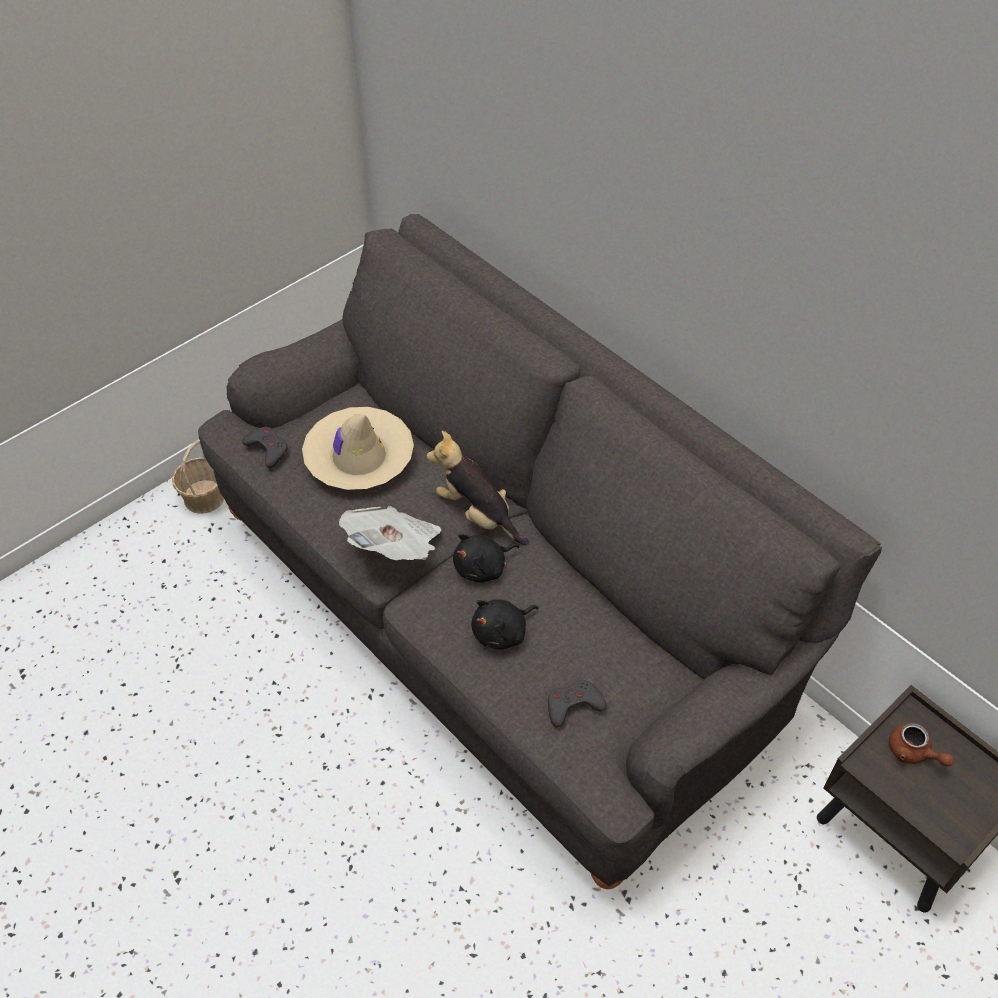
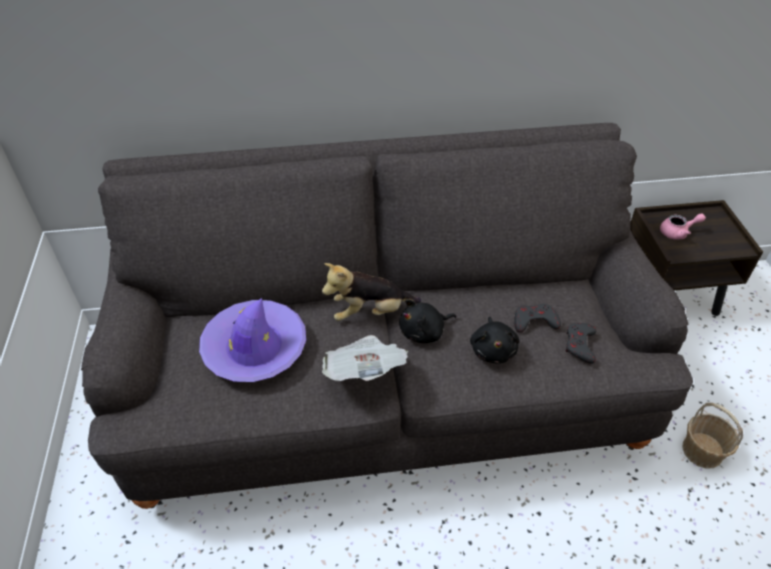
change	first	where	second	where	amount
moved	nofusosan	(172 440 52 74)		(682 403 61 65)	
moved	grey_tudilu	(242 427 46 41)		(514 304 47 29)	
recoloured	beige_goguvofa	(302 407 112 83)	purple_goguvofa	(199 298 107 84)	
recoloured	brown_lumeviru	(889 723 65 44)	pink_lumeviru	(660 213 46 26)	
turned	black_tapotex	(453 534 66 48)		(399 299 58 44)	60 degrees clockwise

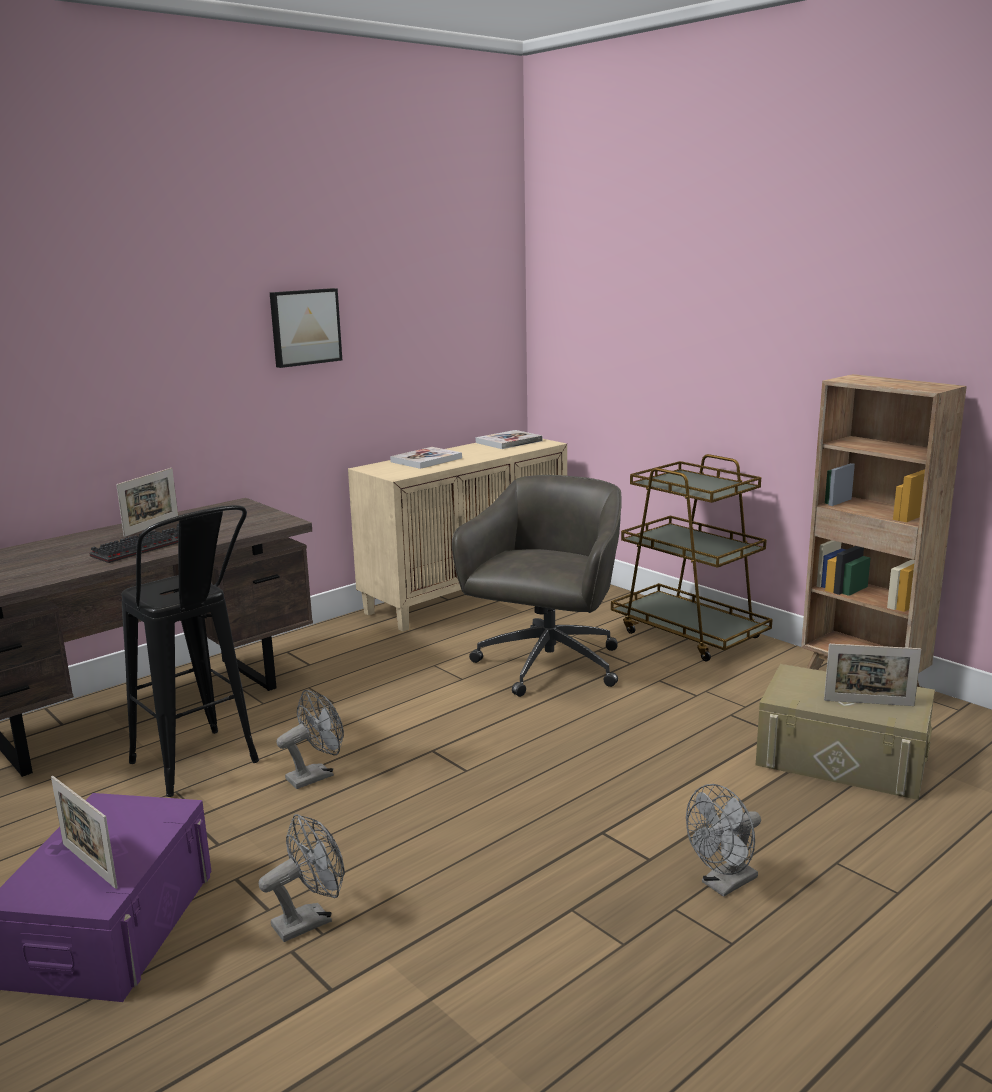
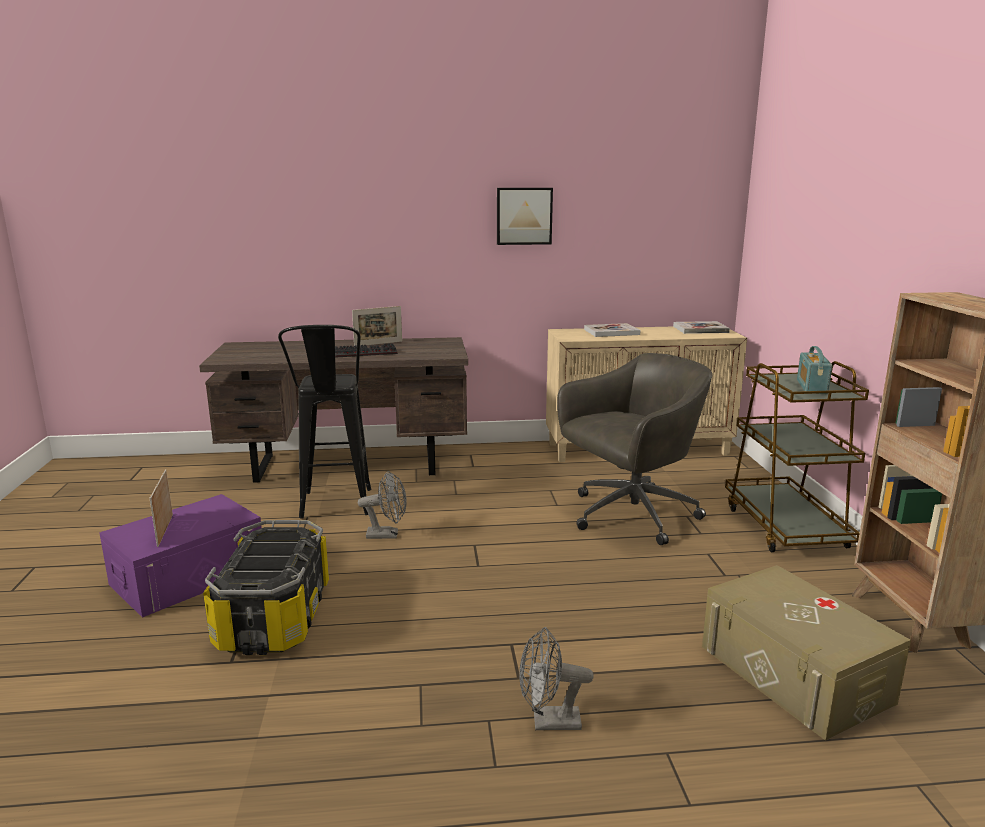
change	first	where	second	where	amount
removed	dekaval	(824 644 97 62)			
added			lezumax	(797 346 35 48)	
replaced	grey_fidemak	(259 814 86 128)	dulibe	(203 520 126 135)	

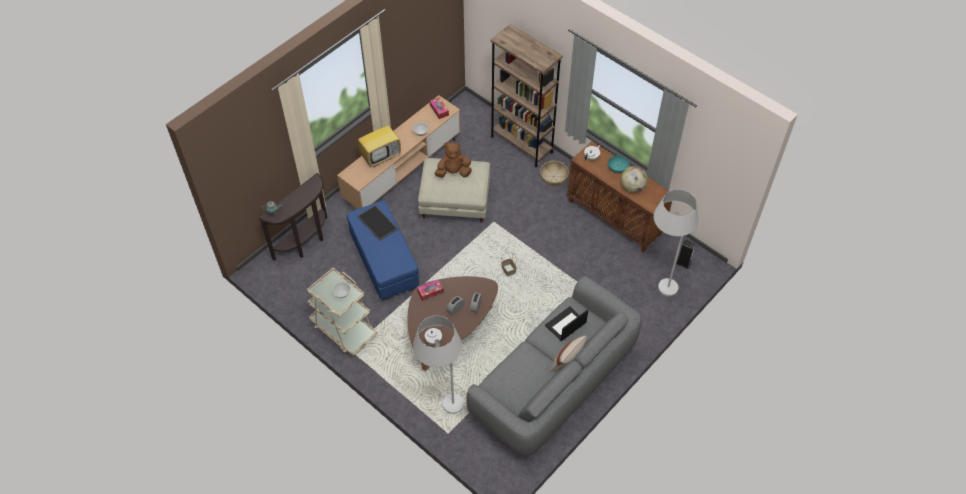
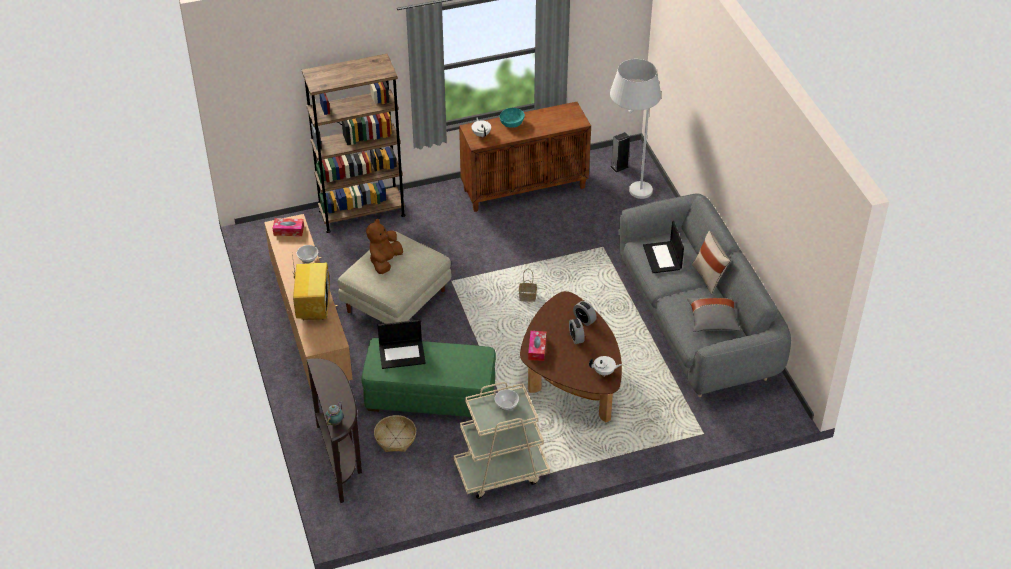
change	first	where	second	where	amount
removed	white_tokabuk	(413 316 51 98)			
removed	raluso	(621 166 27 26)			
added			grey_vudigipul	(687 297 53 35)	
moved	nofusosan	(540 161 29 24)		(374 415 42 37)	
replaced	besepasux	(357 205 41 36)	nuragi	(378 320 48 49)	
recoloured	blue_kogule	(347 201 72 100)	green_kogule	(362 338 134 79)	

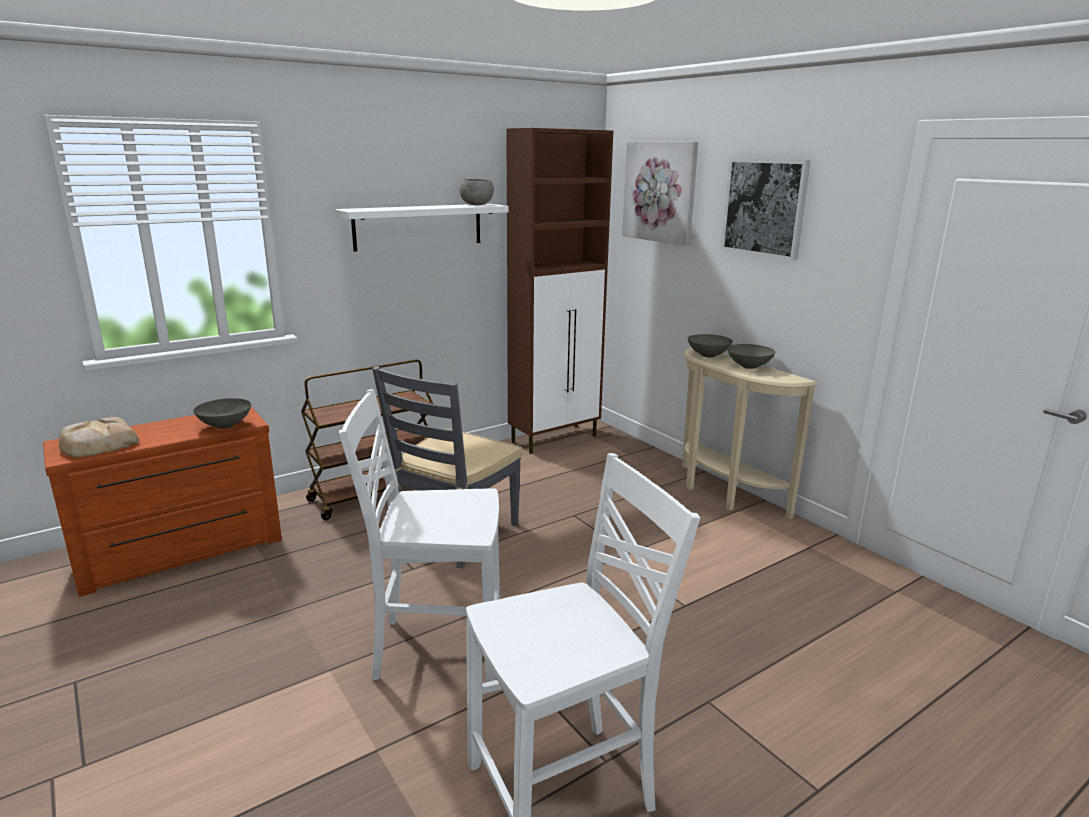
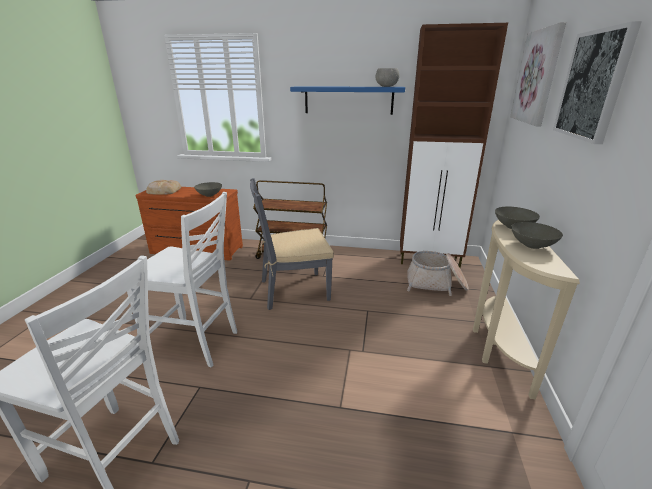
change	first	where	second	where	amount
added			nofusosan	(407 251 62 45)	
recoloured	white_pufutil	(335 204 174 48)	blue_pufutil	(290 86 115 29)	
turned	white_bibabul	(339 389 161 293)		(127 192 110 175)	150 degrees clockwise

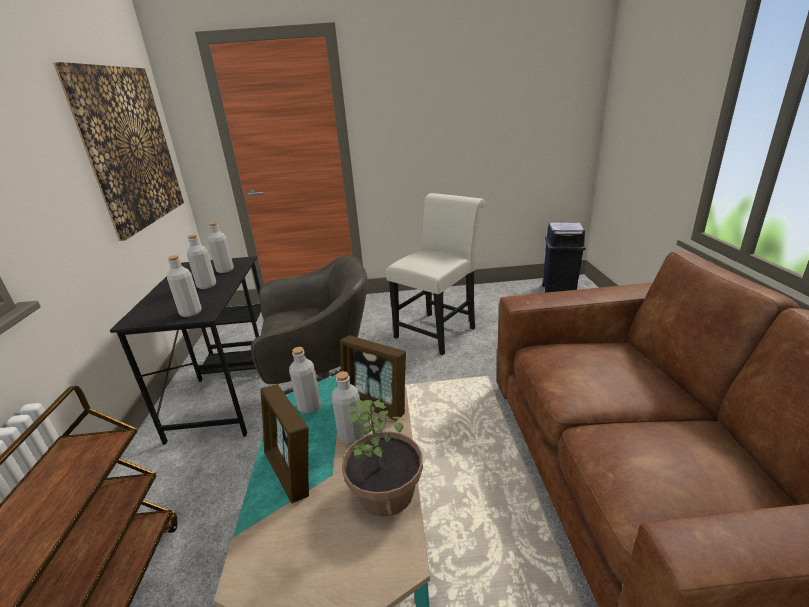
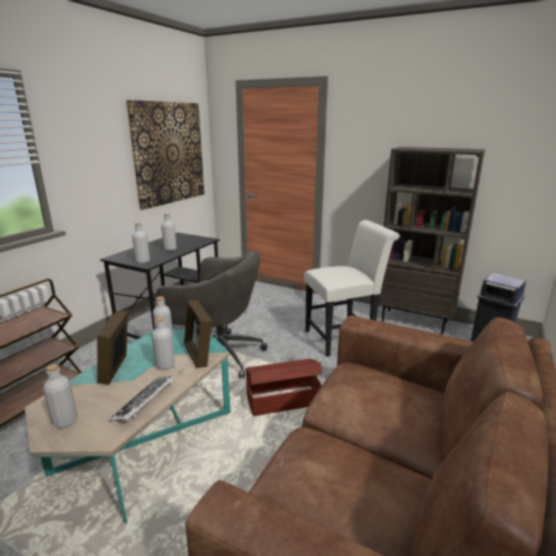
change	first	where	second	where	amount
added			brown_dulibe	(245 359 77 57)	
added			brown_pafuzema	(378 147 107 187)	
moved	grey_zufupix	(208 222 26 51)		(43 364 34 65)	
replaced	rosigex	(342 399 81 118)	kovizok	(109 376 66 46)	

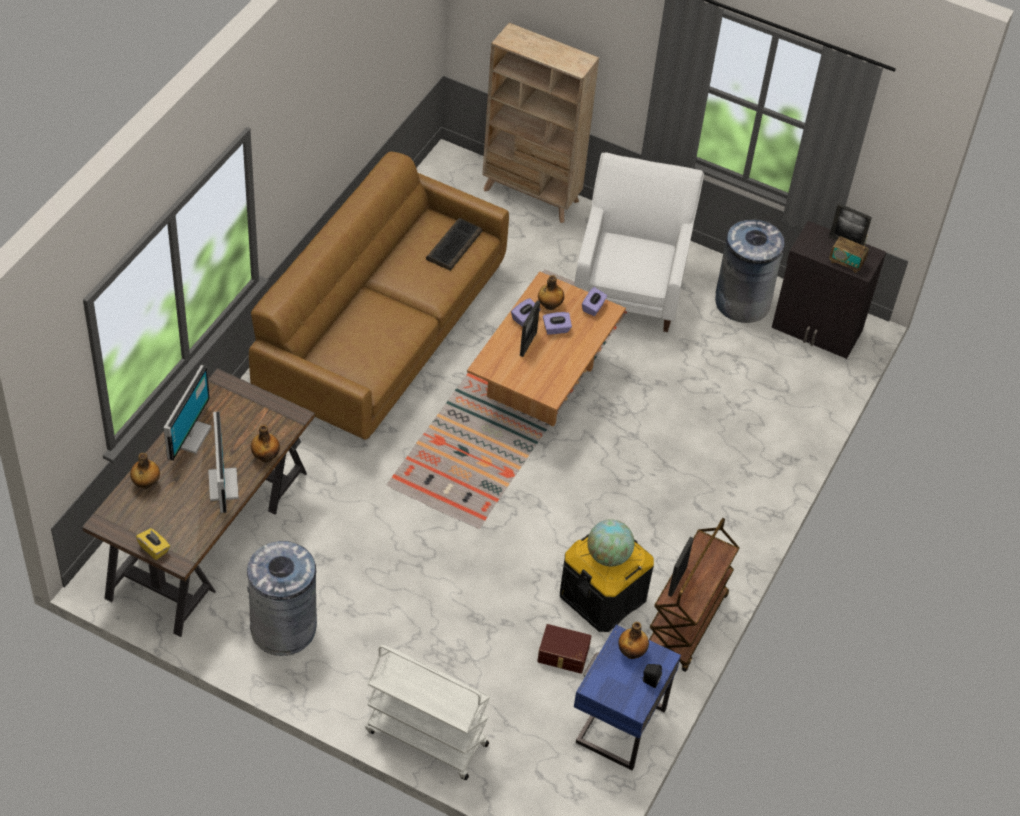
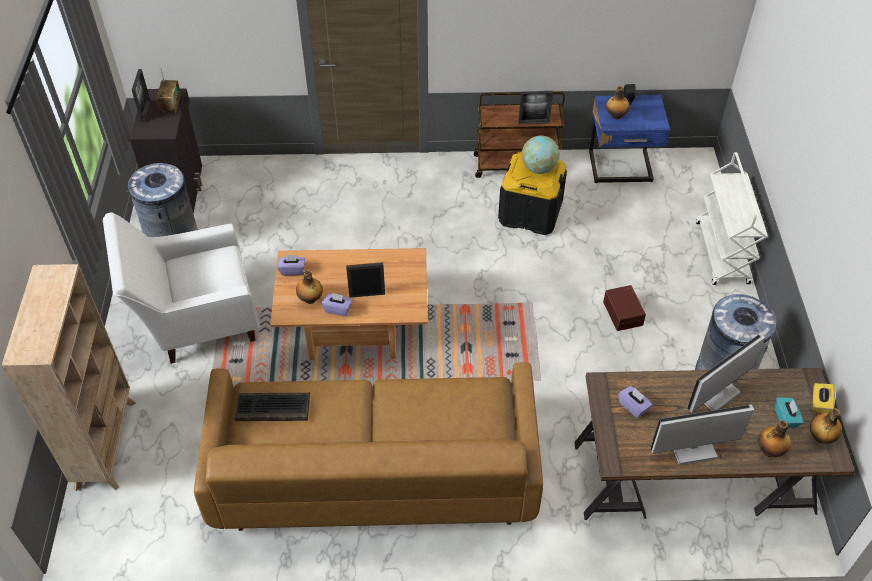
change	first	where	second	where	amount
added			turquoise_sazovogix	(775 397 28 31)	
moved	zufupix	(251 425 29 37)		(810 408 32 35)	
moved	brown_dulibe	(537 624 54 50)		(603 285 43 46)	
moved	purple_sazovogix	(543 312 29 23)		(618 386 34 32)	

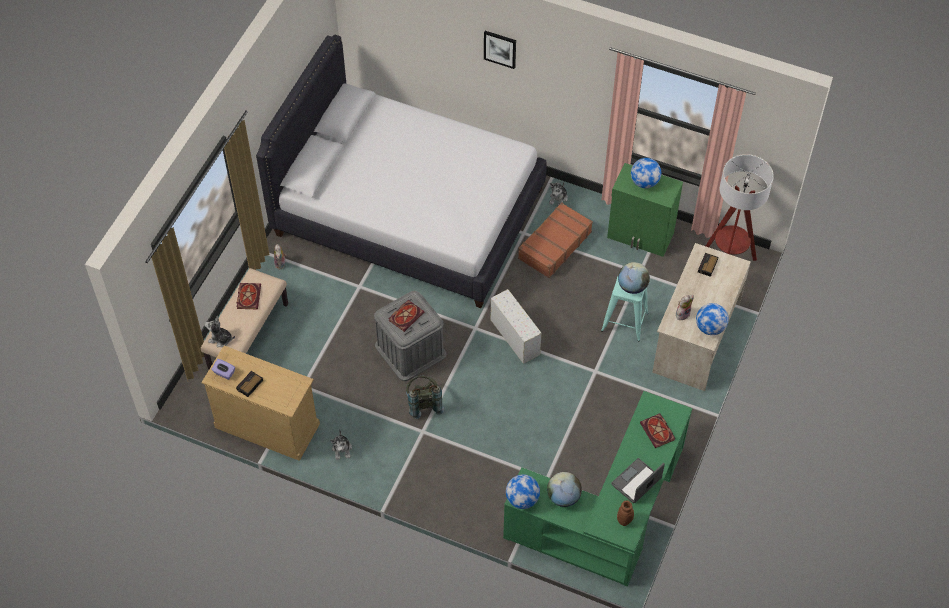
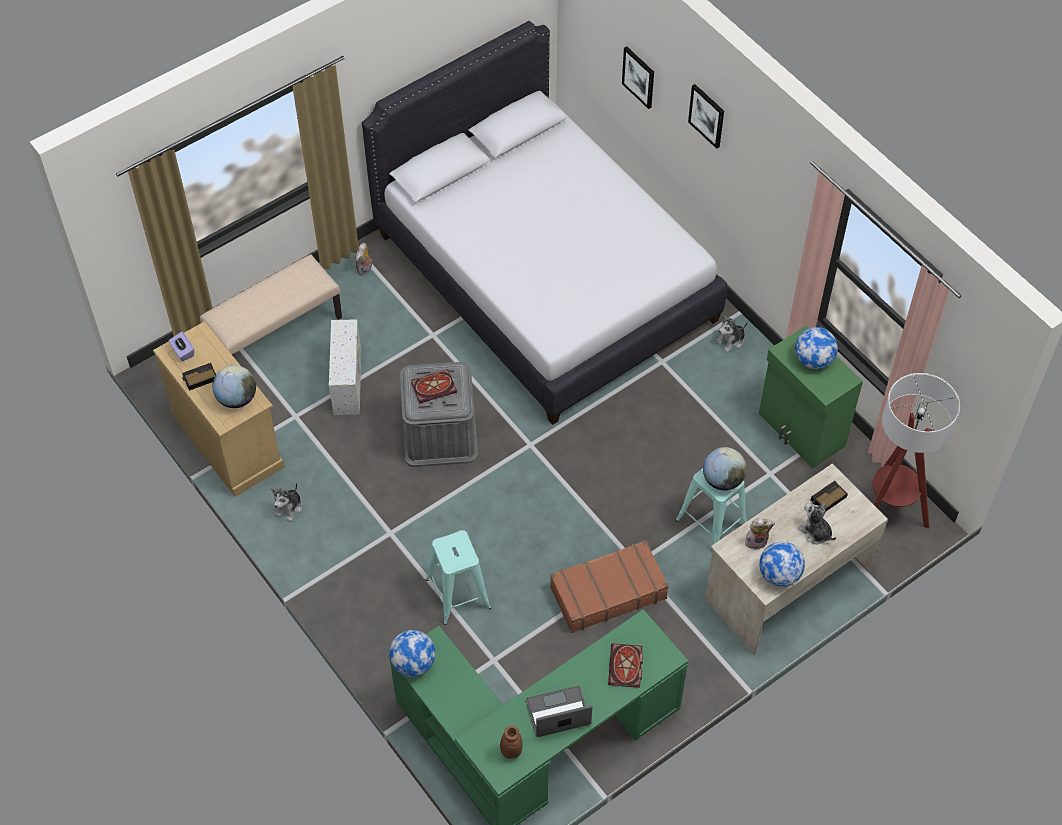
change	first	where	second	where	amount
removed	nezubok	(237 283 24 26)			
removed	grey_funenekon	(406 376 38 43)			
added			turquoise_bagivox	(426 530 65 95)	
added			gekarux	(622 46 32 63)	
moved	tapotex	(205 316 30 31)		(798 502 38 42)	
moved	white_dulibe	(491 289 51 75)		(329 319 32 96)	
moved	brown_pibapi	(518 202 75 76)		(550 540 119 93)	
moved	raluso	(547 472 35 35)		(213 365 43 43)	

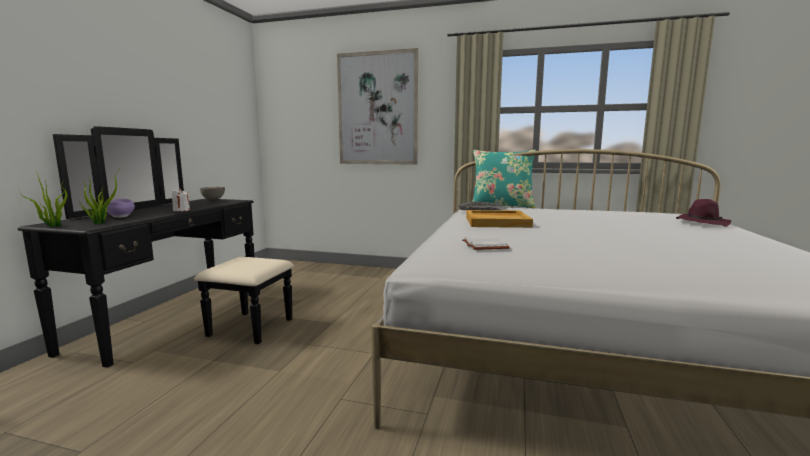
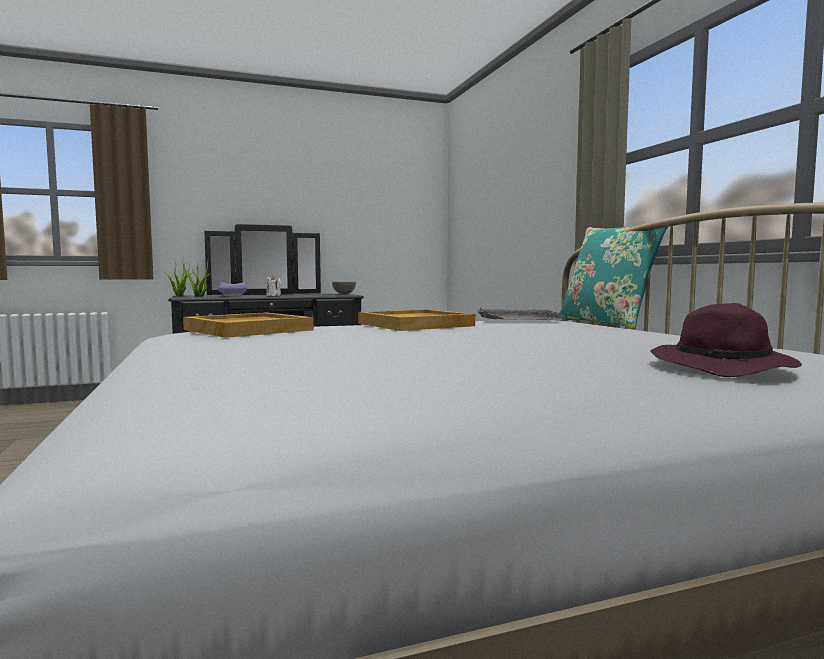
change	first	where	second	where	amount
removed	gekarux	(337 48 81 117)			
replaced	white_nezubok	(462 237 48 13)	beige_besepasux	(183 312 131 26)	

